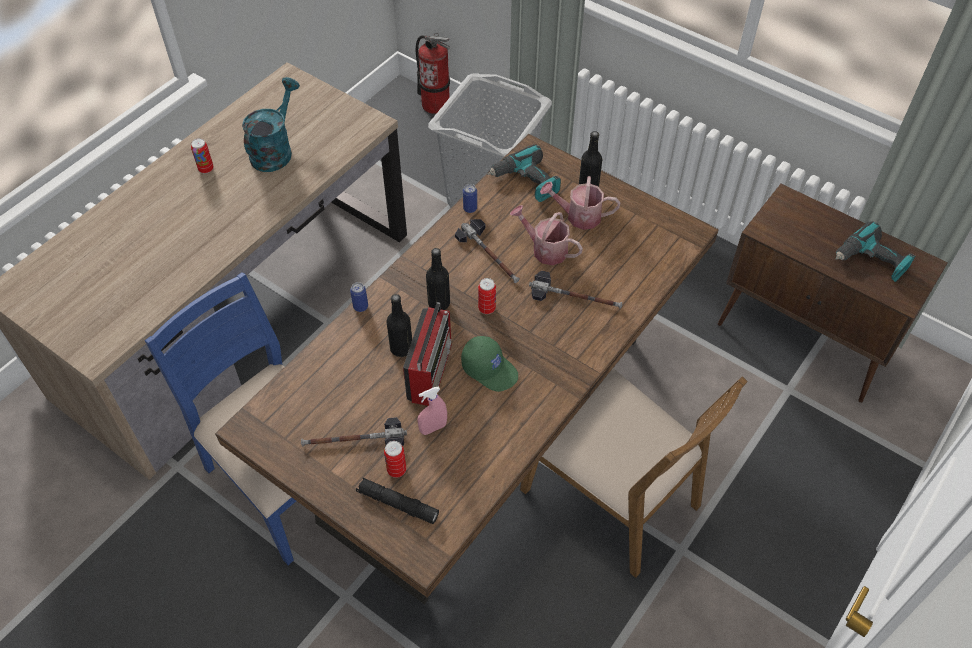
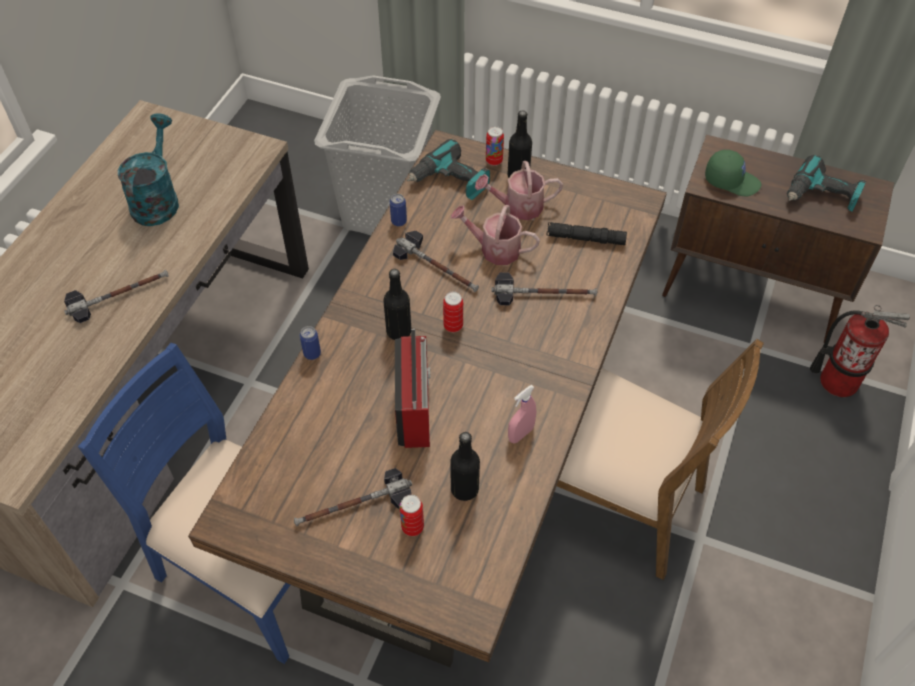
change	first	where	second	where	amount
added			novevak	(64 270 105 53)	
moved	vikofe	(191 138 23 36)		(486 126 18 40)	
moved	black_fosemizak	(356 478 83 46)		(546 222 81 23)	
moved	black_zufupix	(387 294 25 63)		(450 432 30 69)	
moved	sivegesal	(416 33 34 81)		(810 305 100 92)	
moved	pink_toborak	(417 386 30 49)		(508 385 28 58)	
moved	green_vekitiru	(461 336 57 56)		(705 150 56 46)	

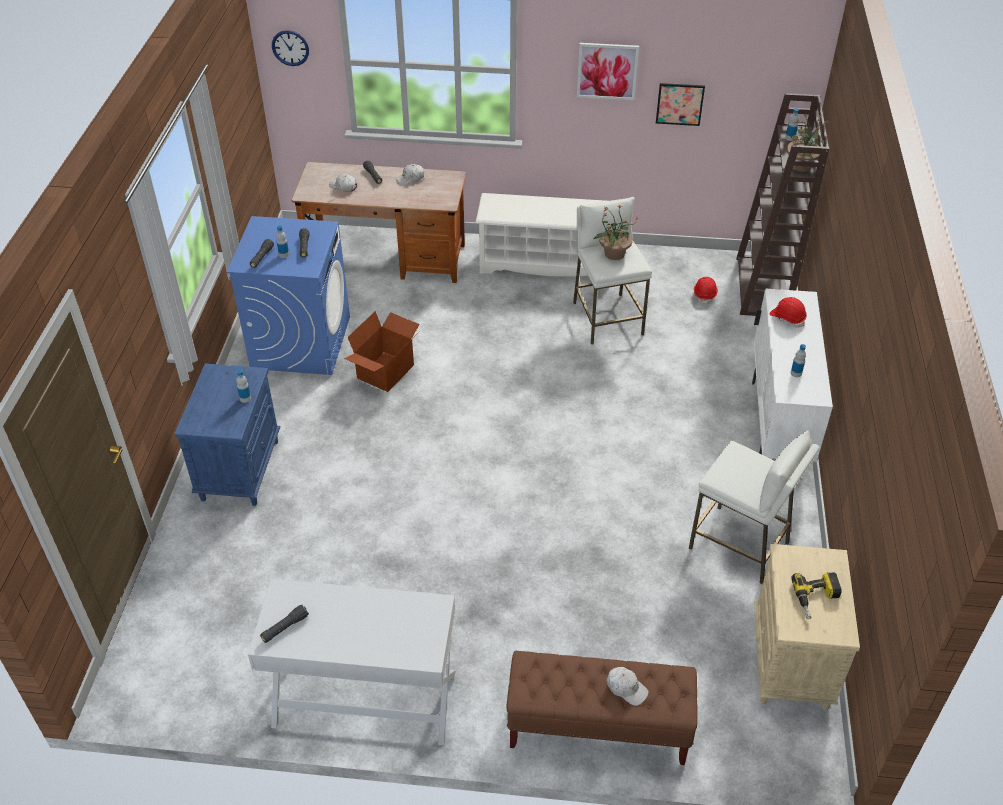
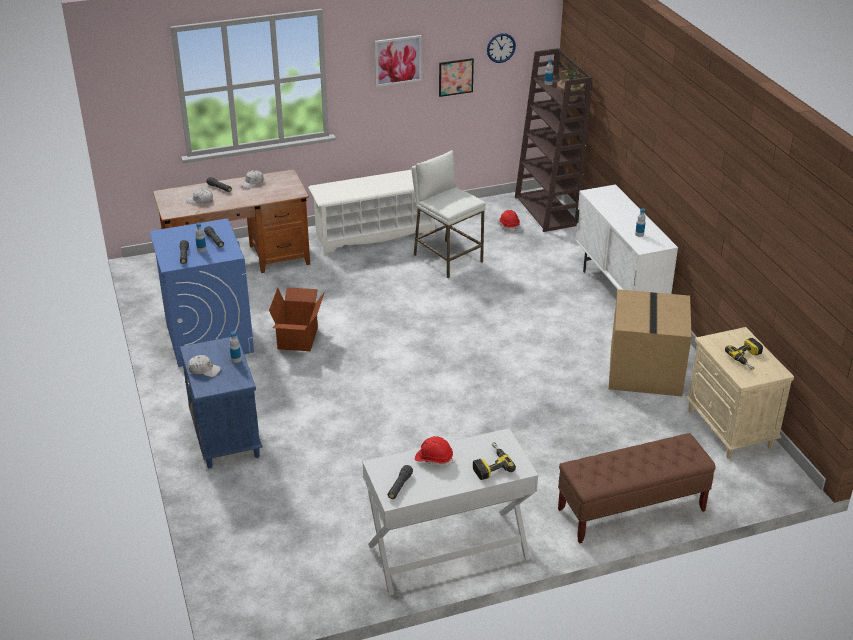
change	first	where	second	where	amount
removed	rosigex	(594 205 45 55)			
added			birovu	(473 442 43 38)	
moved	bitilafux	(272 30 37 36)		(487 33 29 30)	
moved	white_vekitiru	(607 667 42 39)		(188 355 33 22)	
moved	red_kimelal	(770 297 37 31)		(415 436 38 30)	
replaced	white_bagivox	(688 431 132 153)	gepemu	(609 289 83 107)	

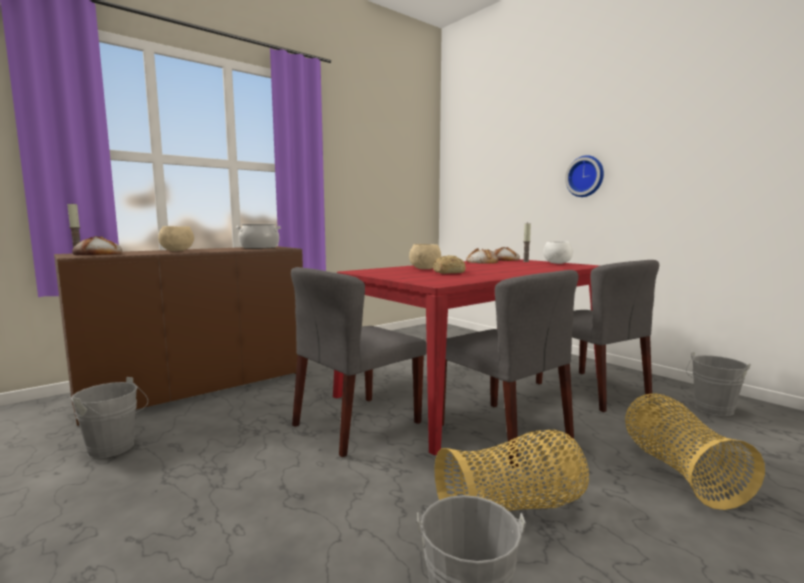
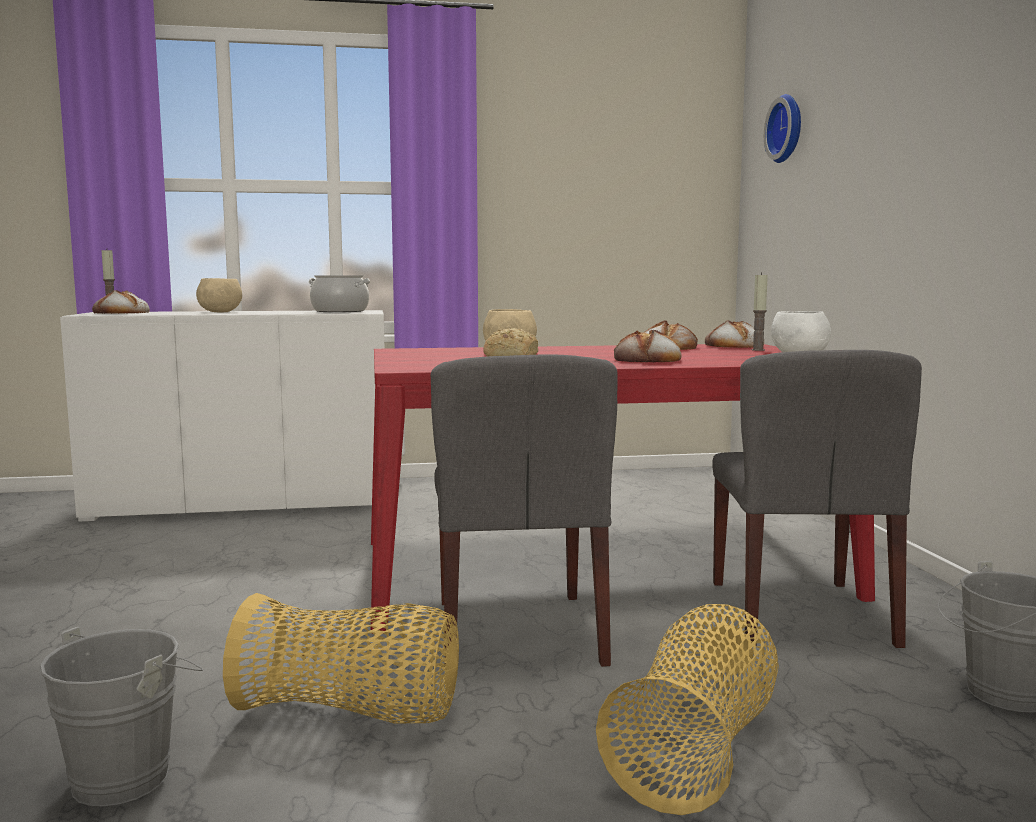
change	first	where	second	where	amount
removed	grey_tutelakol	(71 377 77 81)			
removed	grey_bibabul	(291 267 136 190)			
added			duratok	(614 329 67 33)	
moved	bitilafux	(565 155 39 42)		(764 94 37 69)	
recoloured	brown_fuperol	(54 246 249 180)	white_fuperol	(60 310 325 212)	

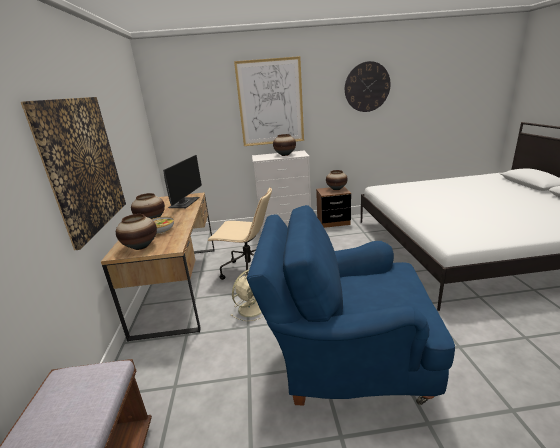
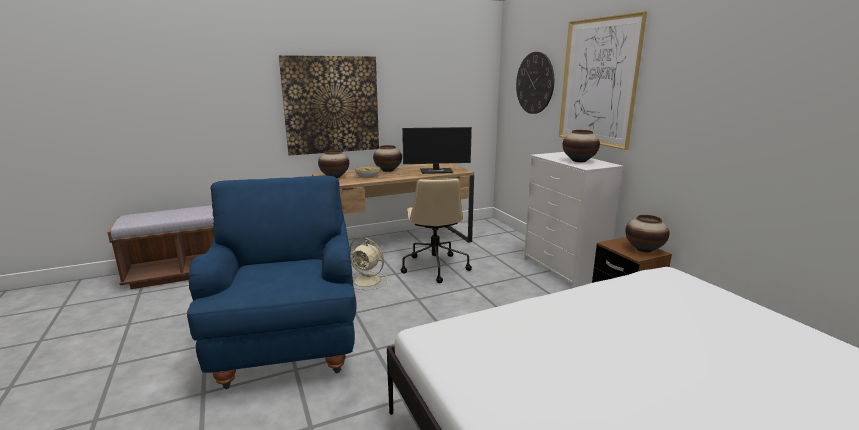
change	first	where	second	where	amount
moved	bitilafux	(345 61 46 51)		(516 52 38 62)	

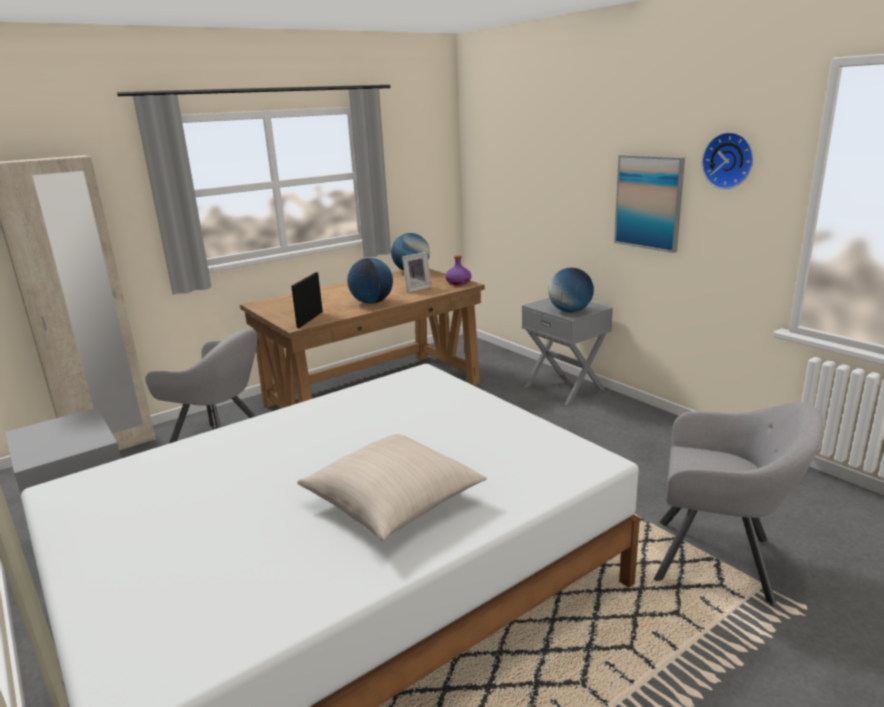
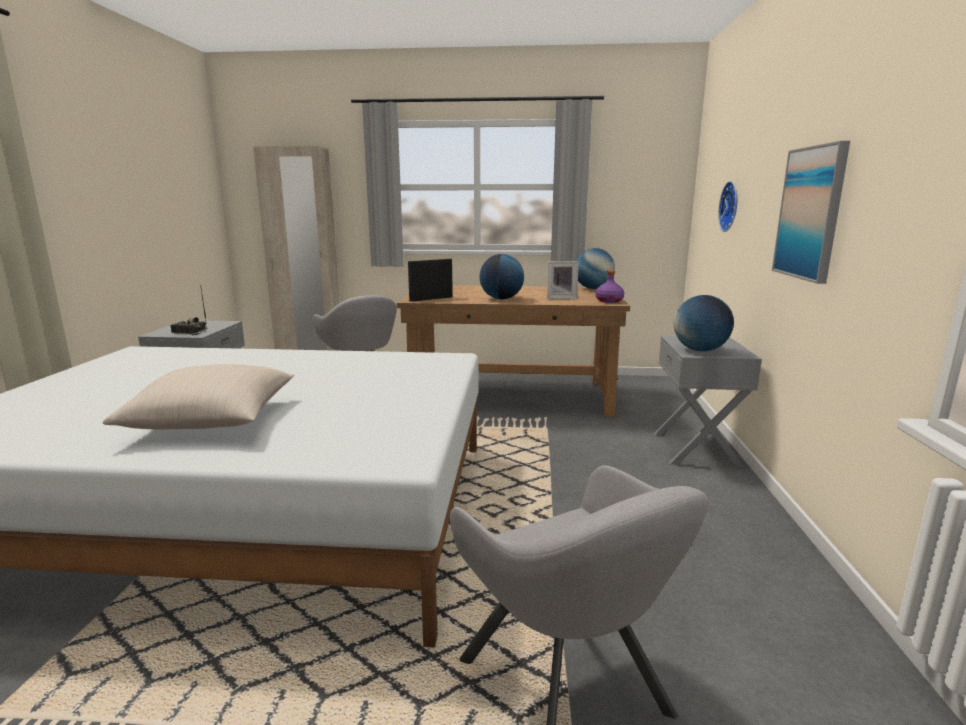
change	first	where	second	where	amount
added			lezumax	(170 285 37 50)	
moved	bitilafux	(702 132 51 57)		(718 181 19 51)	

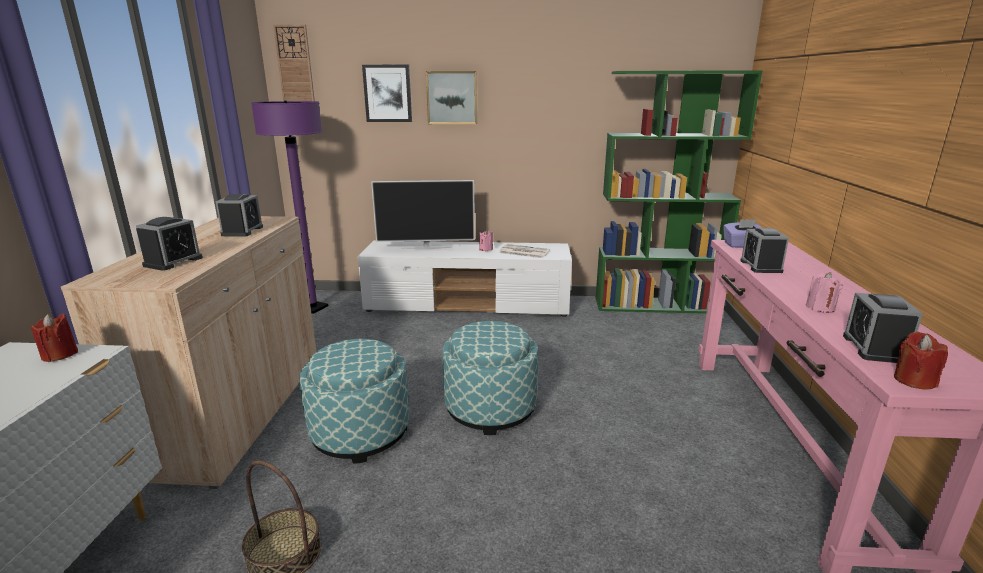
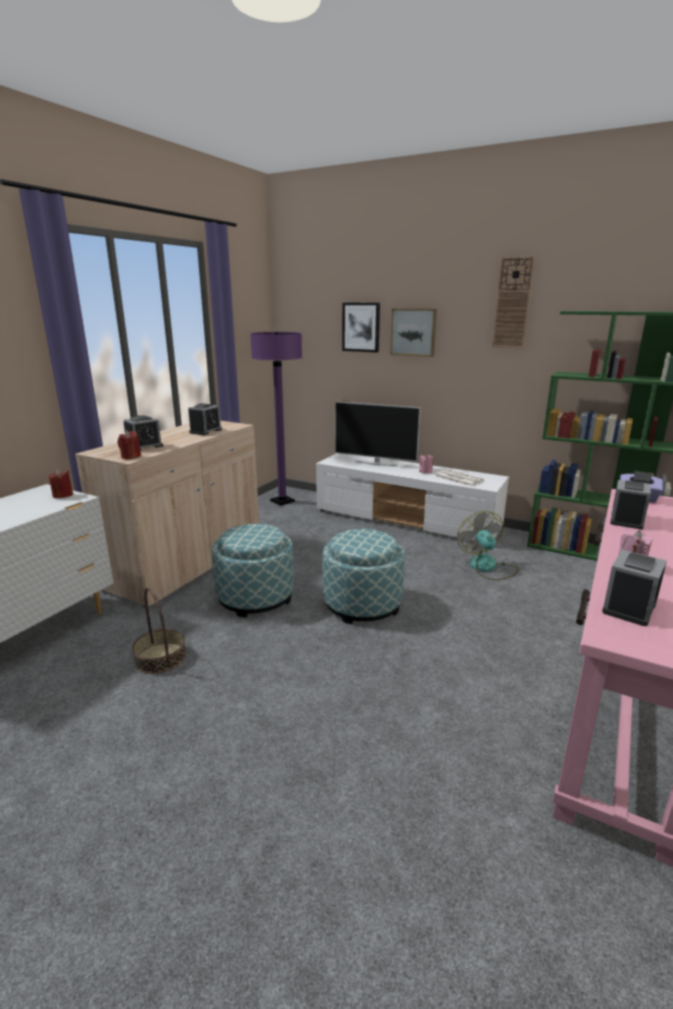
change	first	where	second	where	amount
added			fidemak	(457 511 62 69)	
moved	bitilafux	(273 24 42 77)		(492 256 43 92)	
moved	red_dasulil	(894 332 54 58)		(118 430 23 29)	

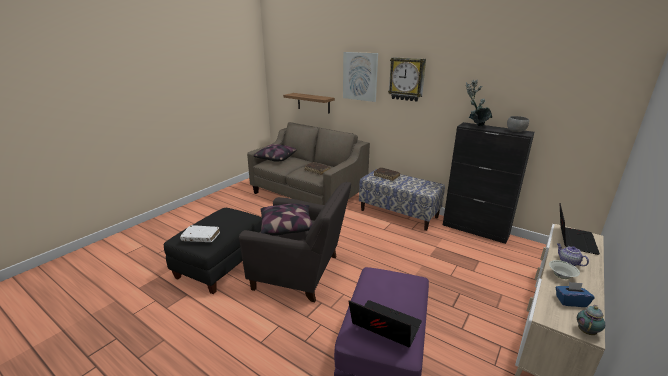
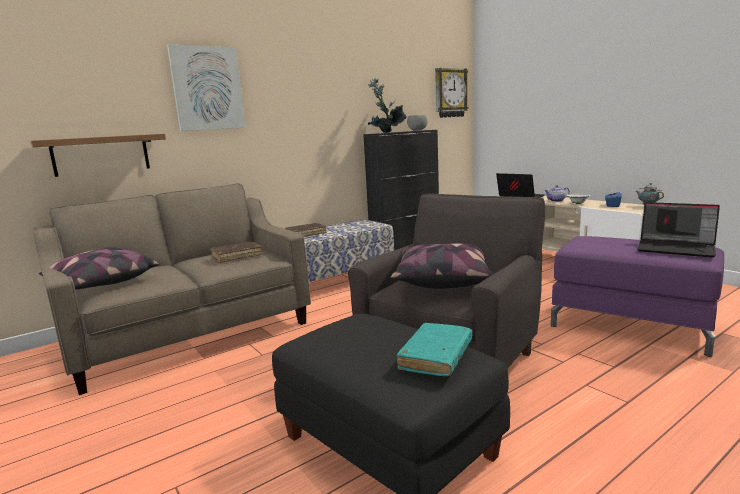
change	first	where	second	where	amount
moved	bitilafux	(388 57 38 45)		(435 68 34 50)	
recoloured	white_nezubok	(180 225 40 17)	turquoise_nezubok	(397 323 75 54)	
turned	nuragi	(349 300 73 47)		(637 202 83 56)	105 degrees counterclockwise

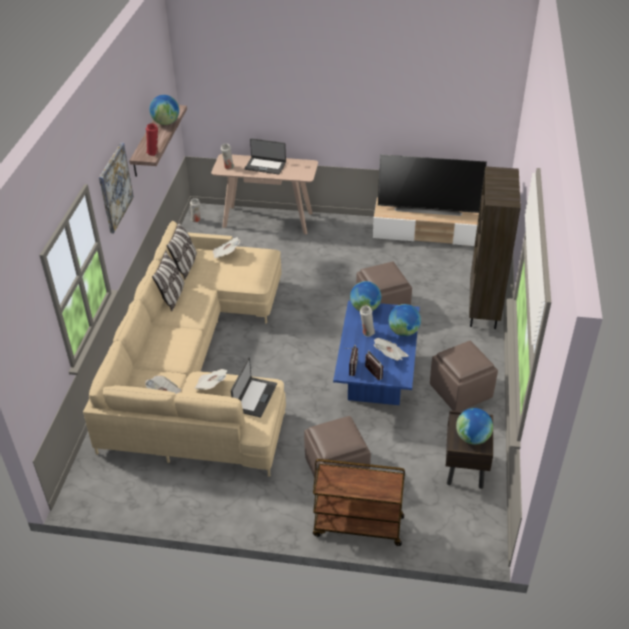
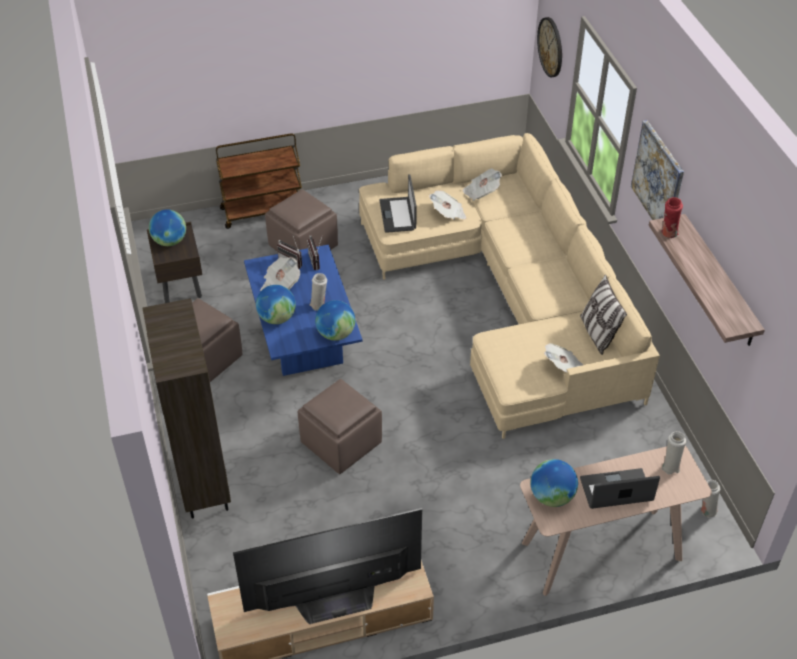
change	first	where	second	where	amount
removed	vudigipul	(152 251 32 60)			
added			bitilafux	(537 17 25 60)	
moved	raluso	(149 95 30 30)		(530 459 48 48)	

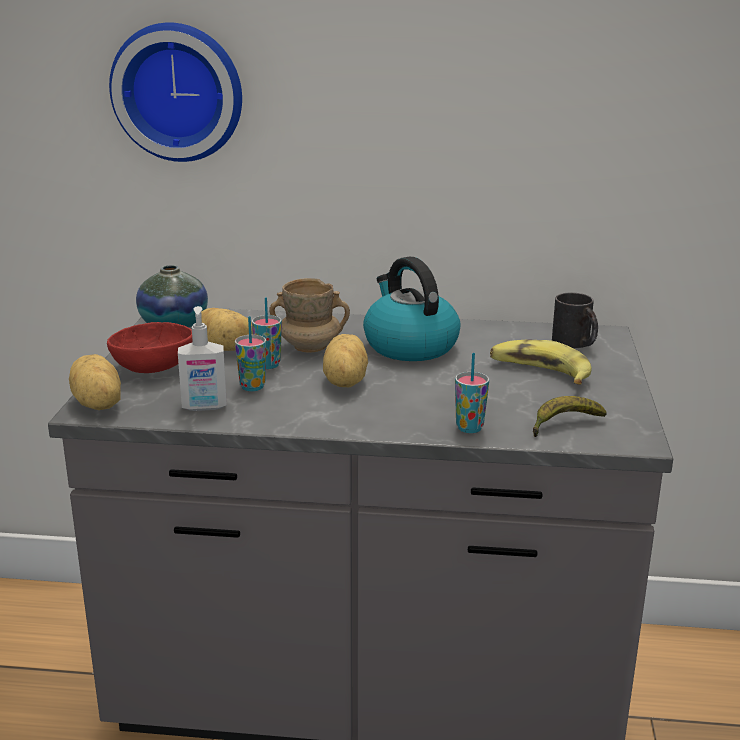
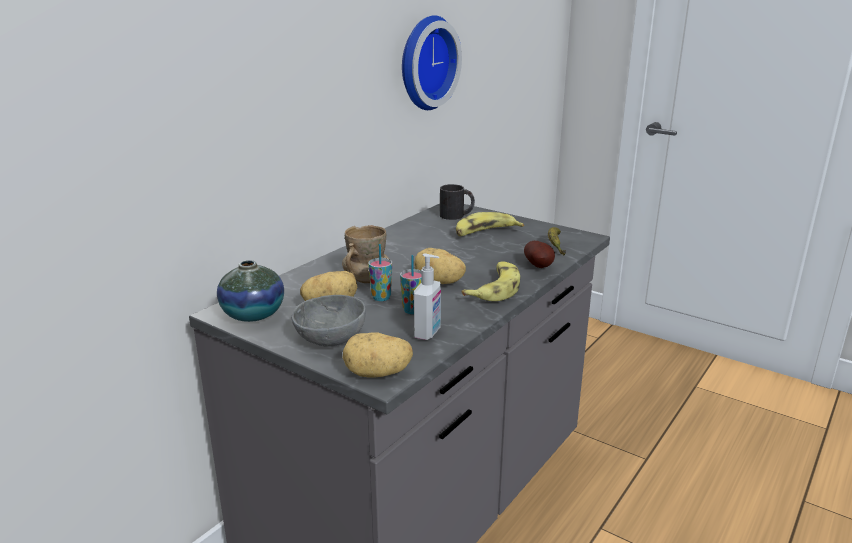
change	first	where	second	where	amount
removed	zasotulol	(363 257 98 104)			
added			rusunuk	(461 261 59 40)	
moved	bitilafux	(109 22 133 140)		(402 15 60 95)	
replaced	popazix	(455 353 34 80)	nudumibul	(524 241 31 27)	
recoloured	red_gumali	(107 322 86 51)	grey_gumali	(292 295 74 52)	

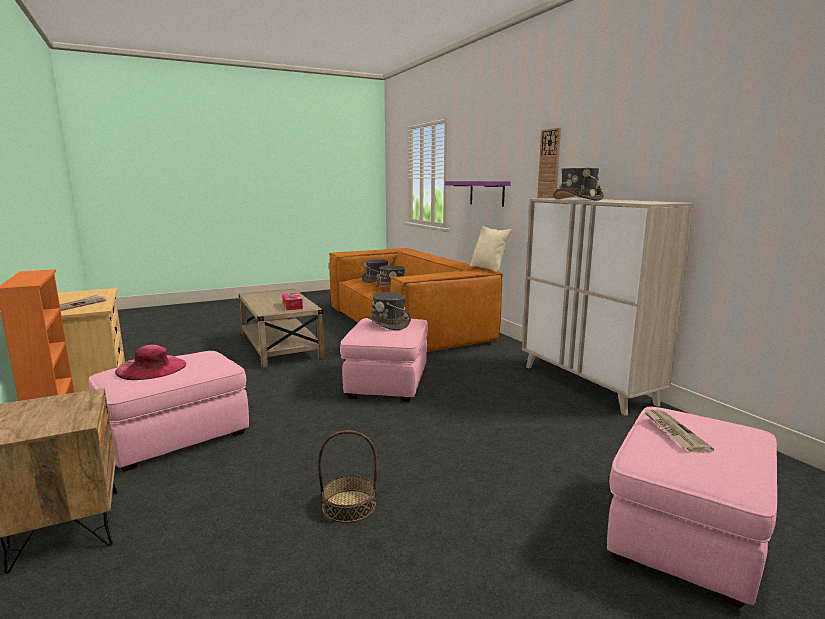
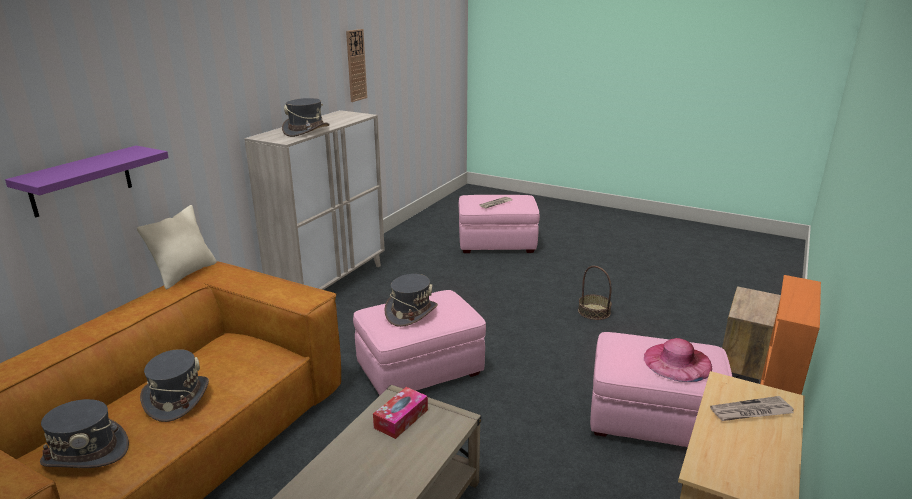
change	first	where	second	where	amount
moved	bitilafux	(537 128 24 71)		(346 29 21 73)	

